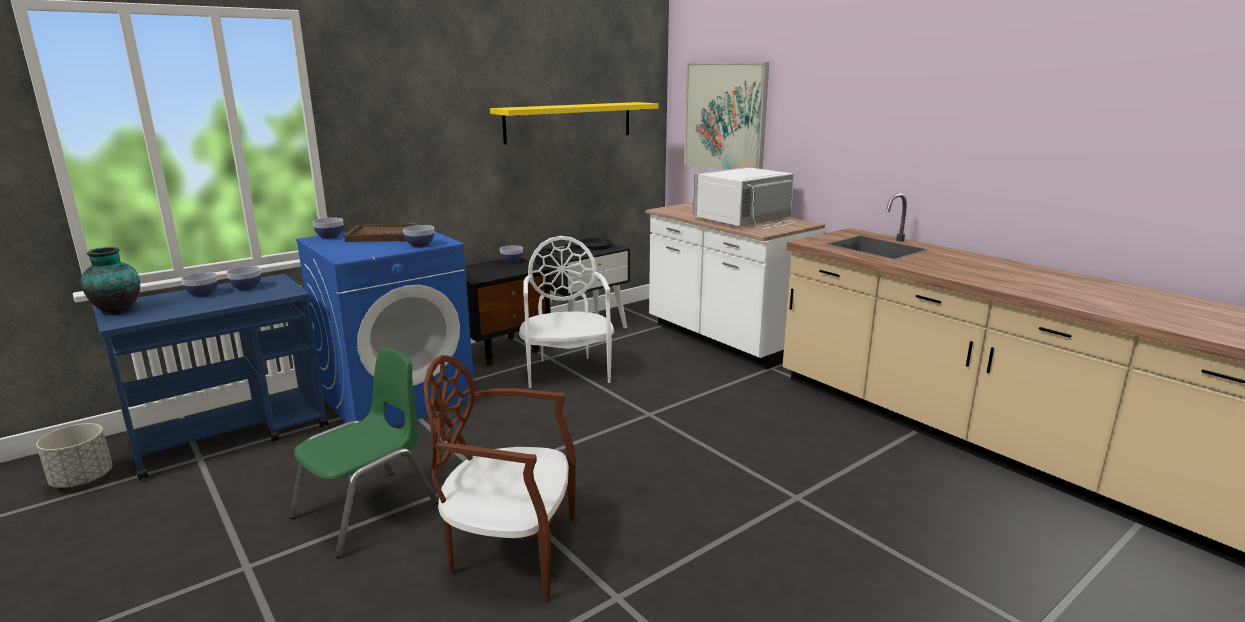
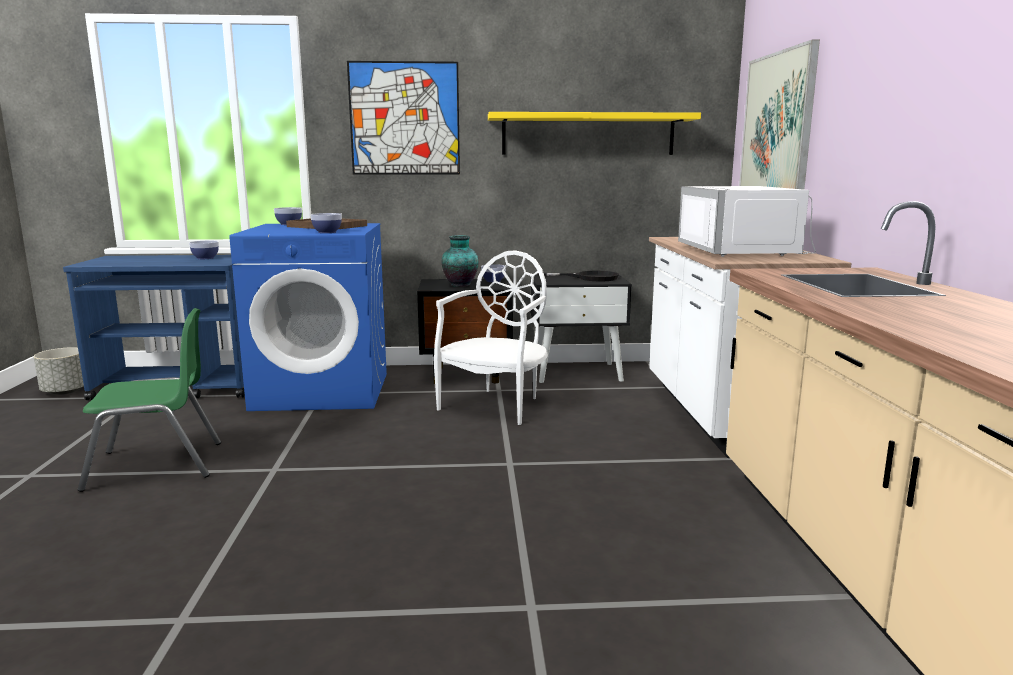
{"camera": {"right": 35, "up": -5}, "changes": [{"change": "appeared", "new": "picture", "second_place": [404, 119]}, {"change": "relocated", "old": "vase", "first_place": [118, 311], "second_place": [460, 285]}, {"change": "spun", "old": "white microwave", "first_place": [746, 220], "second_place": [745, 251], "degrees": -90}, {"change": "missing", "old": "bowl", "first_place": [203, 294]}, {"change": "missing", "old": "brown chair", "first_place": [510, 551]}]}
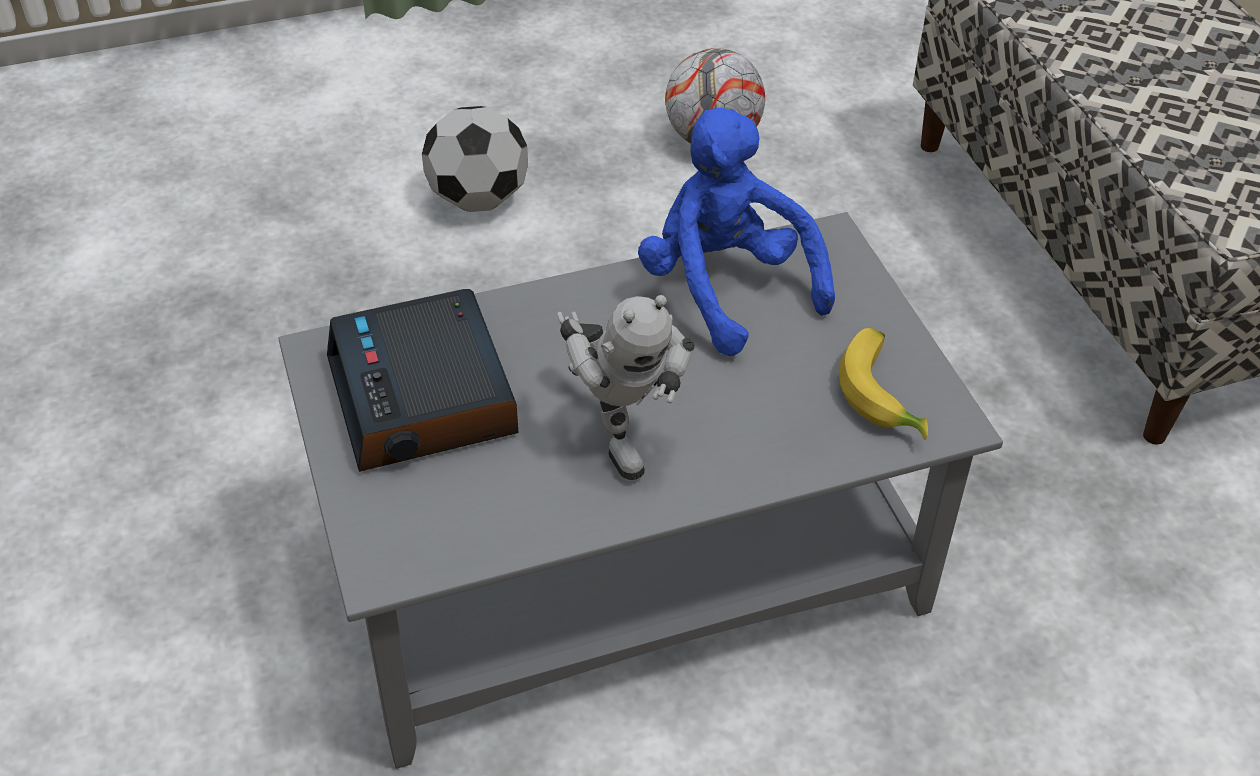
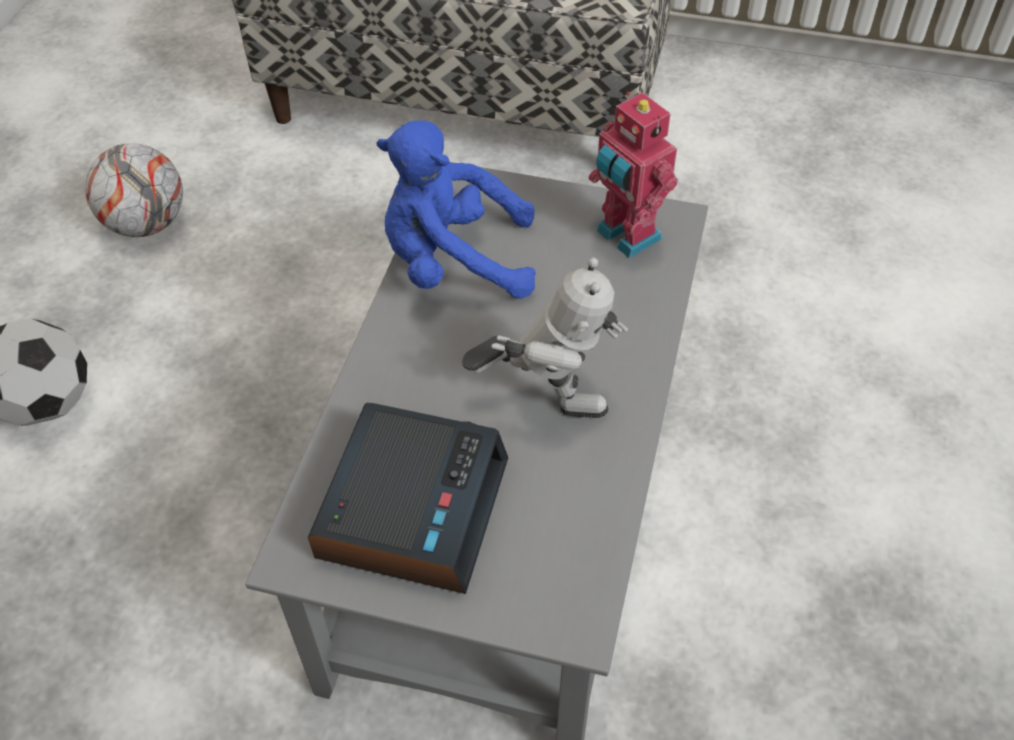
{"camera": {"right": -55, "up": 5}, "changes": [{"change": "spun", "old": "alarm clock", "first_place": [424, 397], "second_place": [412, 506], "degrees": -90}, {"change": "exchanged", "old": "banana", "new": "toy robot", "first_place": [885, 394], "second_place": [625, 236]}]}
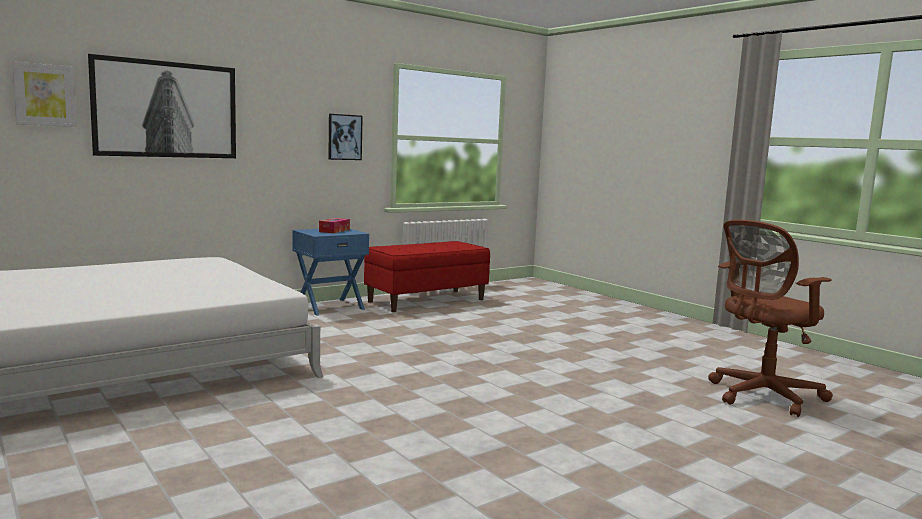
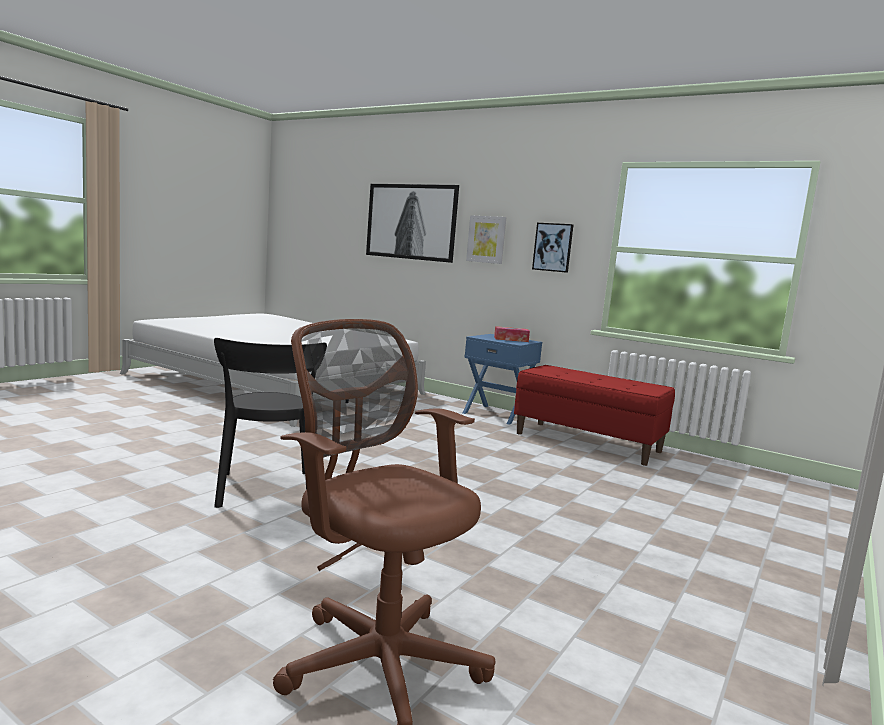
{"camera": {"right": 70, "up": 0}, "changes": [{"change": "appeared", "new": "black chair", "second_place": [265, 491]}, {"change": "relocated", "old": "picture", "first_place": [44, 95], "second_place": [486, 239]}]}
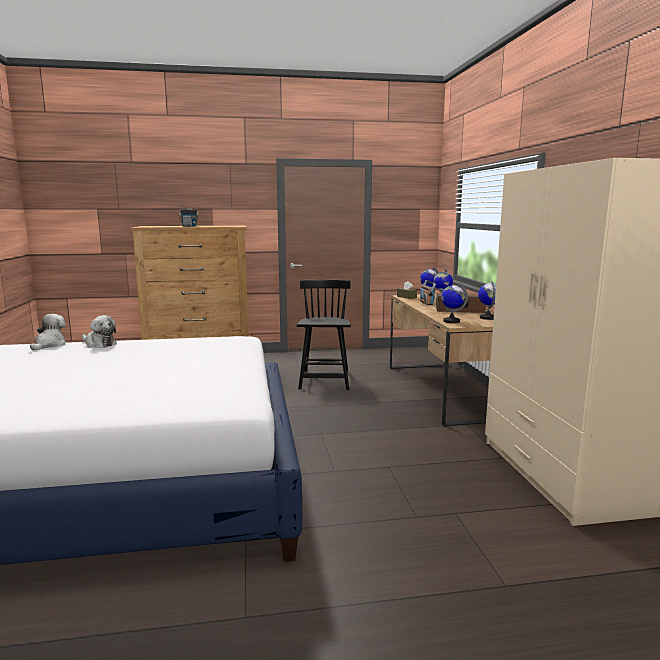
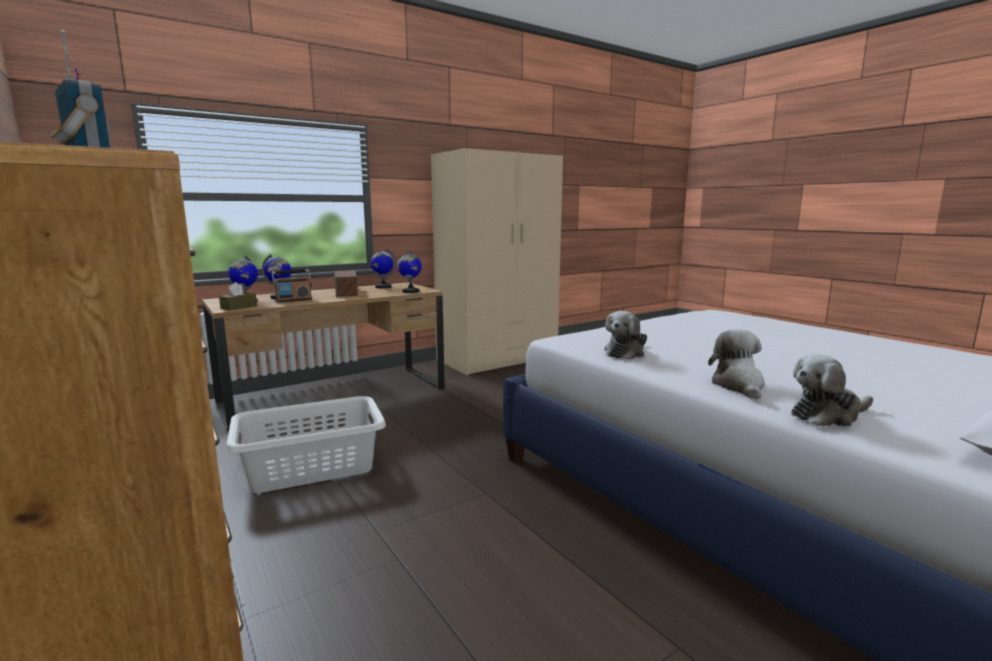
{"camera": {"right": -115, "up": 0}, "changes": [{"change": "exchanged", "old": "black chair", "new": "white laundry basket", "first_place": [325, 380], "second_place": [311, 467]}, {"change": "appeared", "new": "plush toy", "second_place": [625, 352]}]}
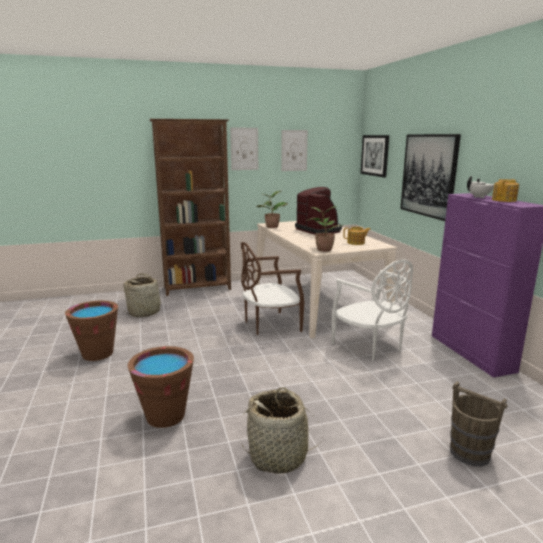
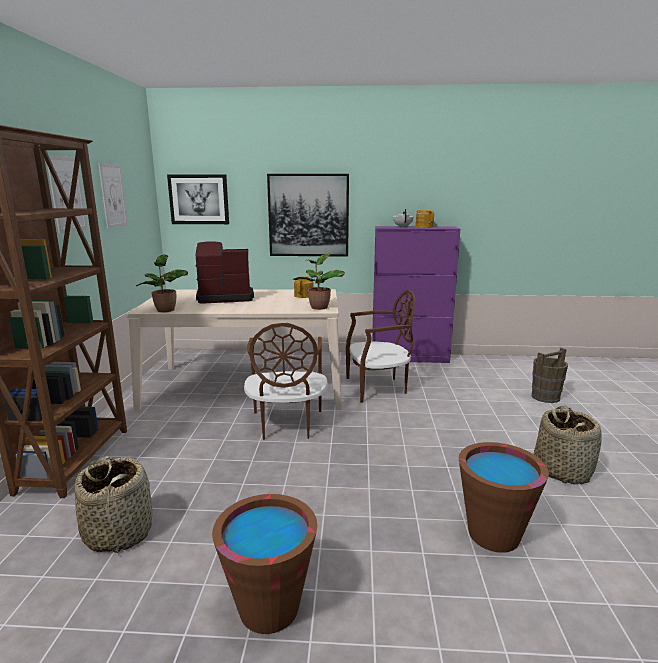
{"camera": {"right": -70, "up": 0}, "changes": [{"change": "colour", "old": "white chair", "new": "brown chair", "first_place": [370, 346], "second_place": [378, 388]}]}
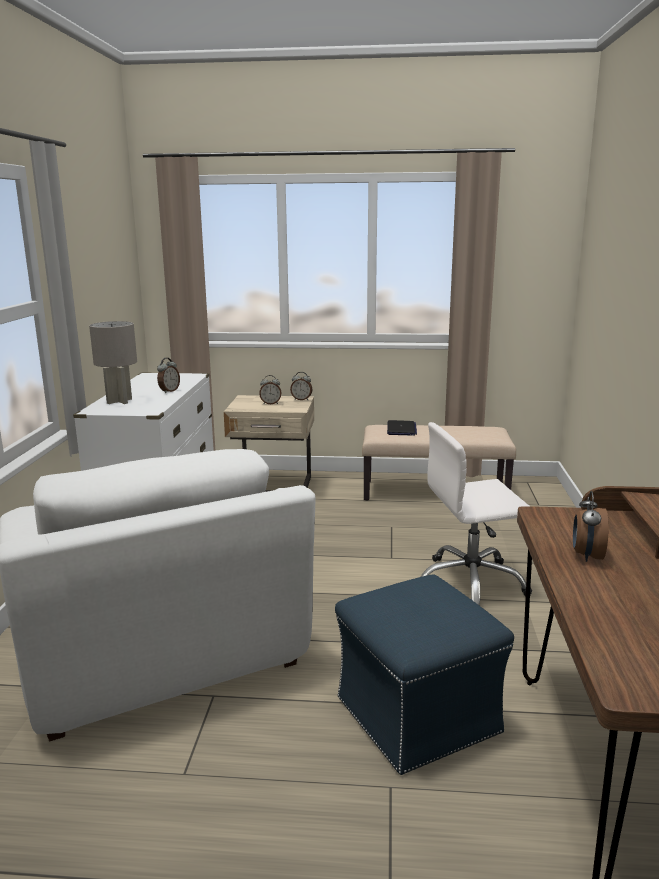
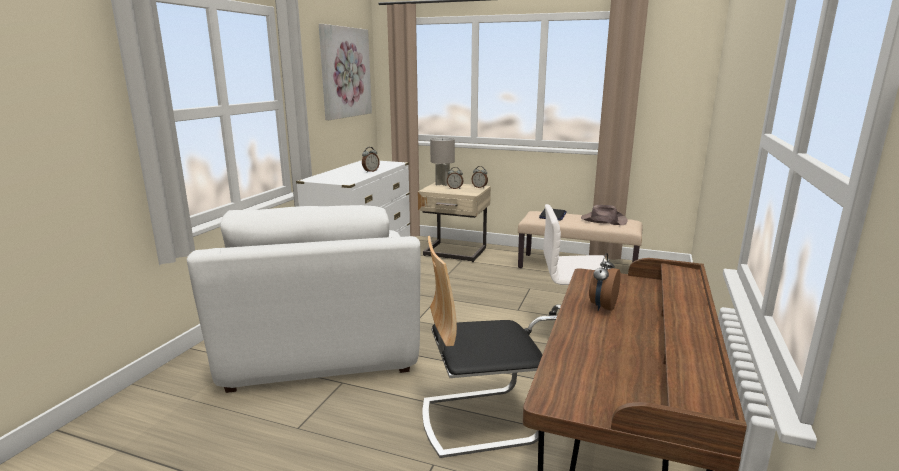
{"camera": {"right": 15, "up": 0}, "changes": [{"change": "appeared", "new": "picture", "second_place": [345, 72]}, {"change": "exchanged", "old": "blue ottoman", "new": "chair", "first_place": [416, 714], "second_place": [479, 419]}, {"change": "relocated", "old": "grey table lamp", "first_place": [119, 401], "second_place": [442, 184]}, {"change": "appeared", "new": "brown hat", "second_place": [603, 220]}]}
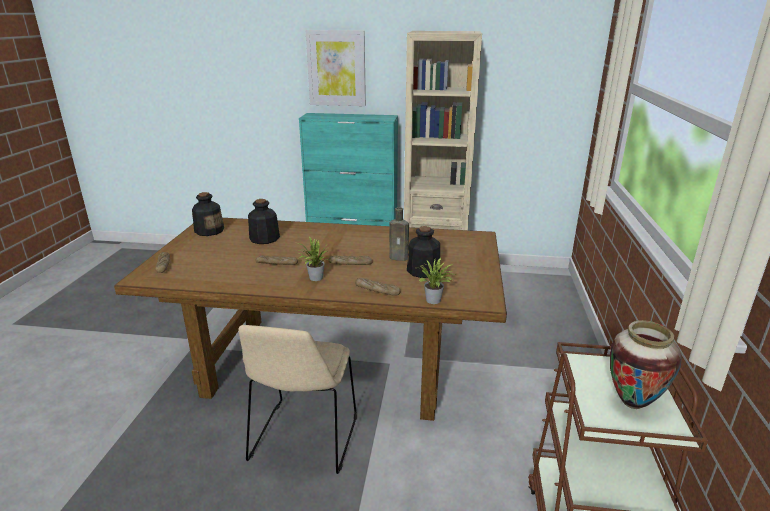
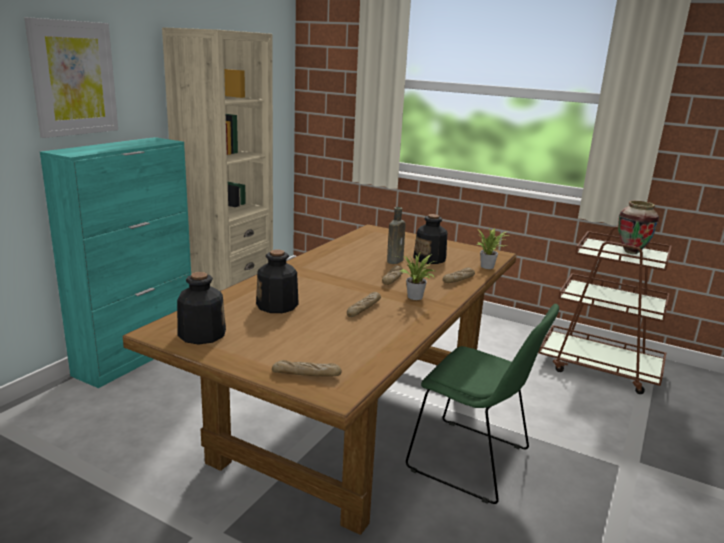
{"camera": {"right": -70, "up": -5}, "changes": [{"change": "colour", "old": "beige chair", "new": "green chair", "first_place": [304, 440], "second_place": [473, 461]}]}
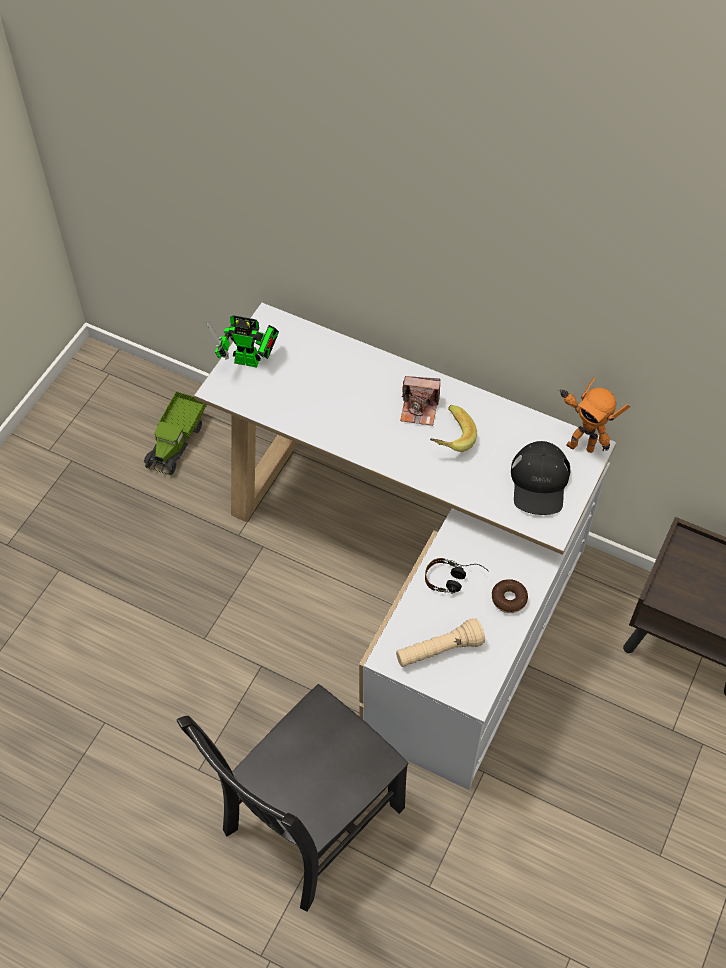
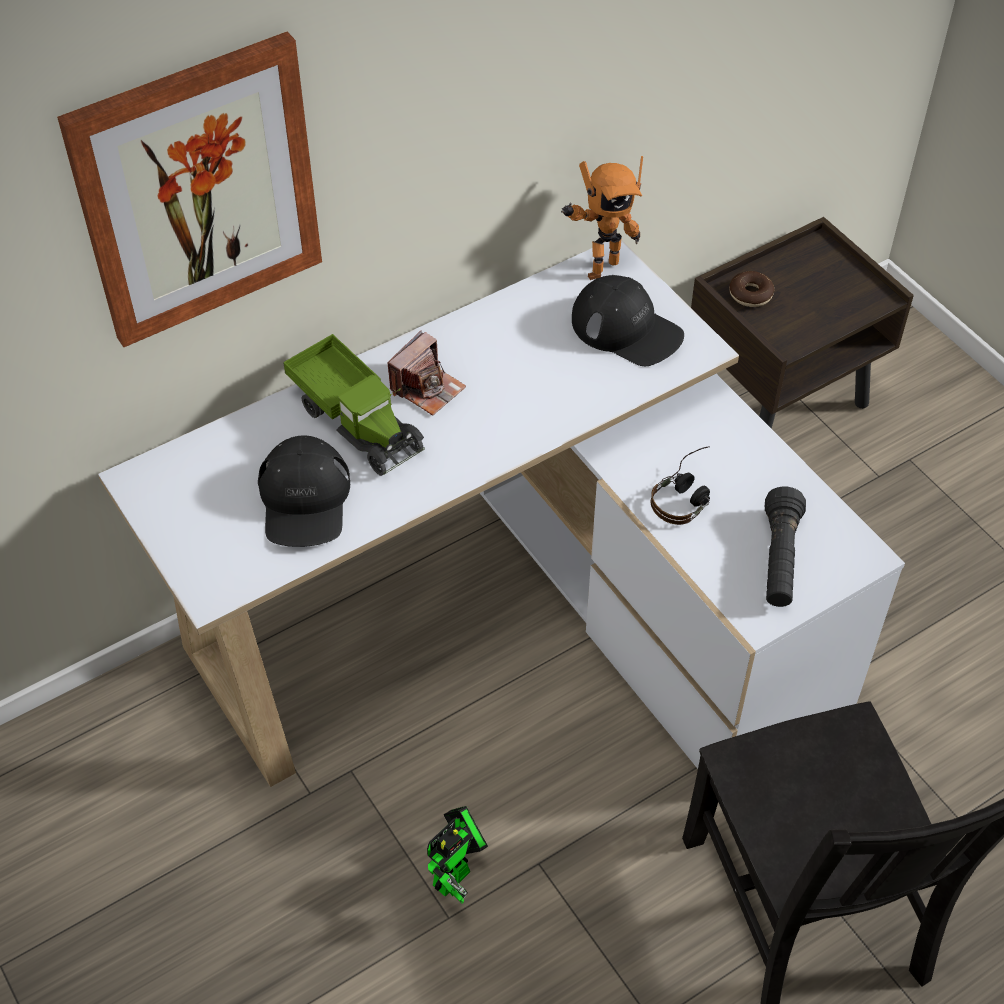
{"camera": {"right": -60, "up": -5}, "changes": [{"change": "appeared", "new": "picture", "second_place": [198, 191]}, {"change": "appeared", "new": "black cap", "second_place": [305, 500]}, {"change": "relocated", "old": "toy truck", "first_place": [177, 441], "second_place": [357, 421]}, {"change": "relocated", "old": "toy robot", "first_place": [251, 361], "second_place": [456, 874]}, {"change": "relocated", "old": "donut", "first_place": [509, 599], "second_place": [750, 294]}, {"change": "colour", "old": "beige flashlight", "new": "black flashlight", "first_place": [439, 650], "second_place": [779, 559]}, {"change": "missing", "old": "banana", "first_place": [448, 438]}]}
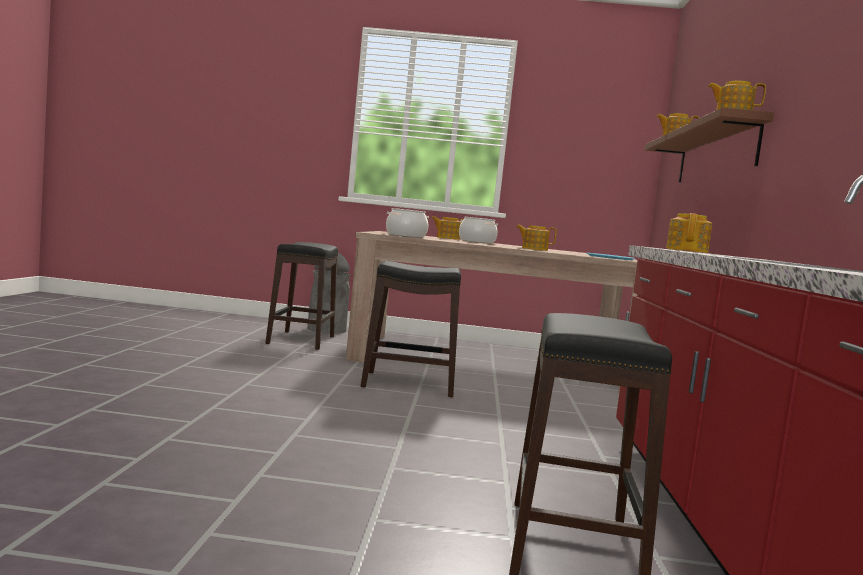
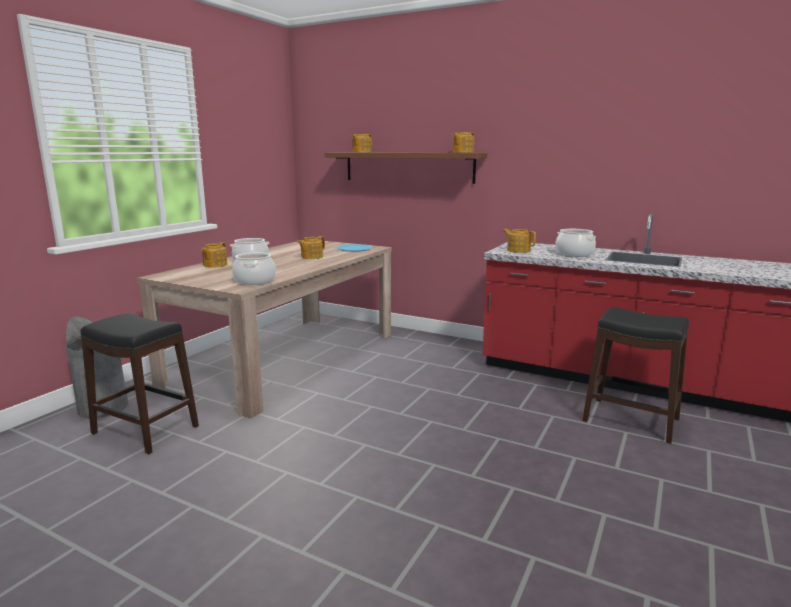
{"camera": {"right": -65, "up": 10}, "changes": [{"change": "appeared", "new": "cooking pot", "second_place": [574, 254]}, {"change": "missing", "old": "black stool", "first_place": [409, 384]}]}
